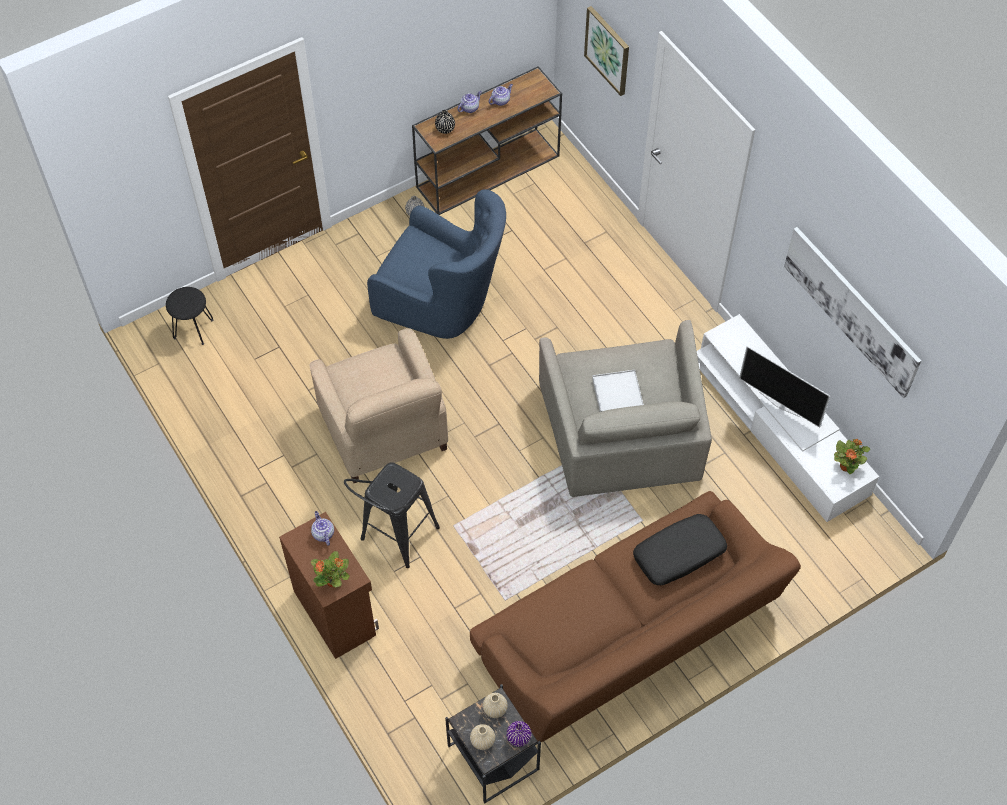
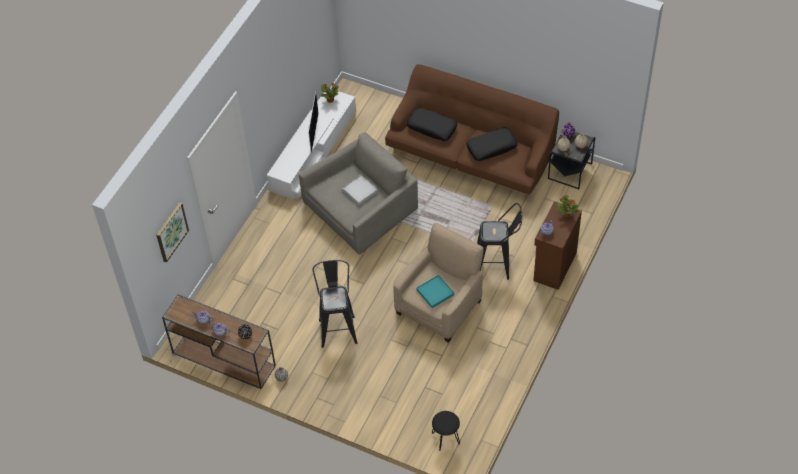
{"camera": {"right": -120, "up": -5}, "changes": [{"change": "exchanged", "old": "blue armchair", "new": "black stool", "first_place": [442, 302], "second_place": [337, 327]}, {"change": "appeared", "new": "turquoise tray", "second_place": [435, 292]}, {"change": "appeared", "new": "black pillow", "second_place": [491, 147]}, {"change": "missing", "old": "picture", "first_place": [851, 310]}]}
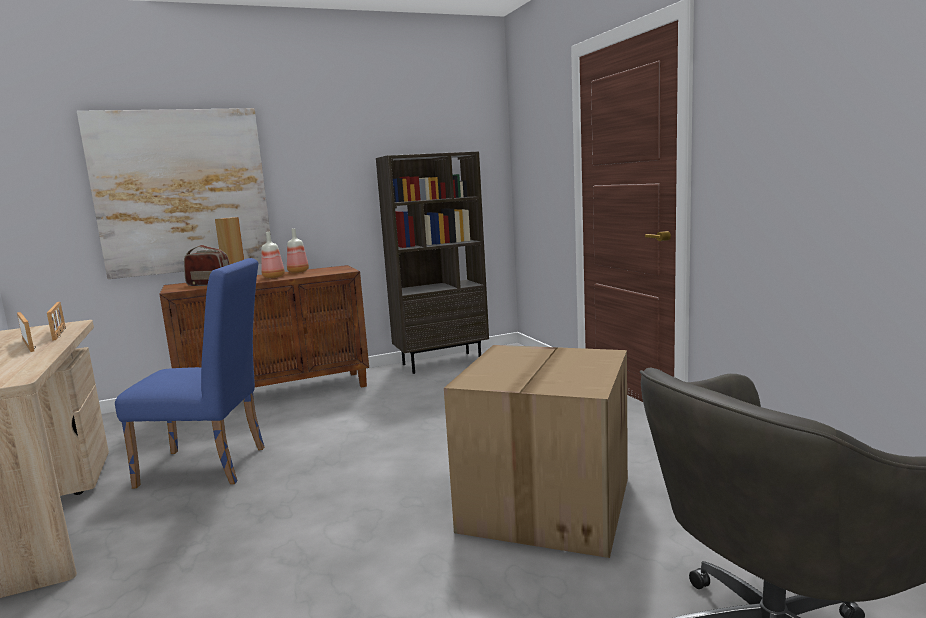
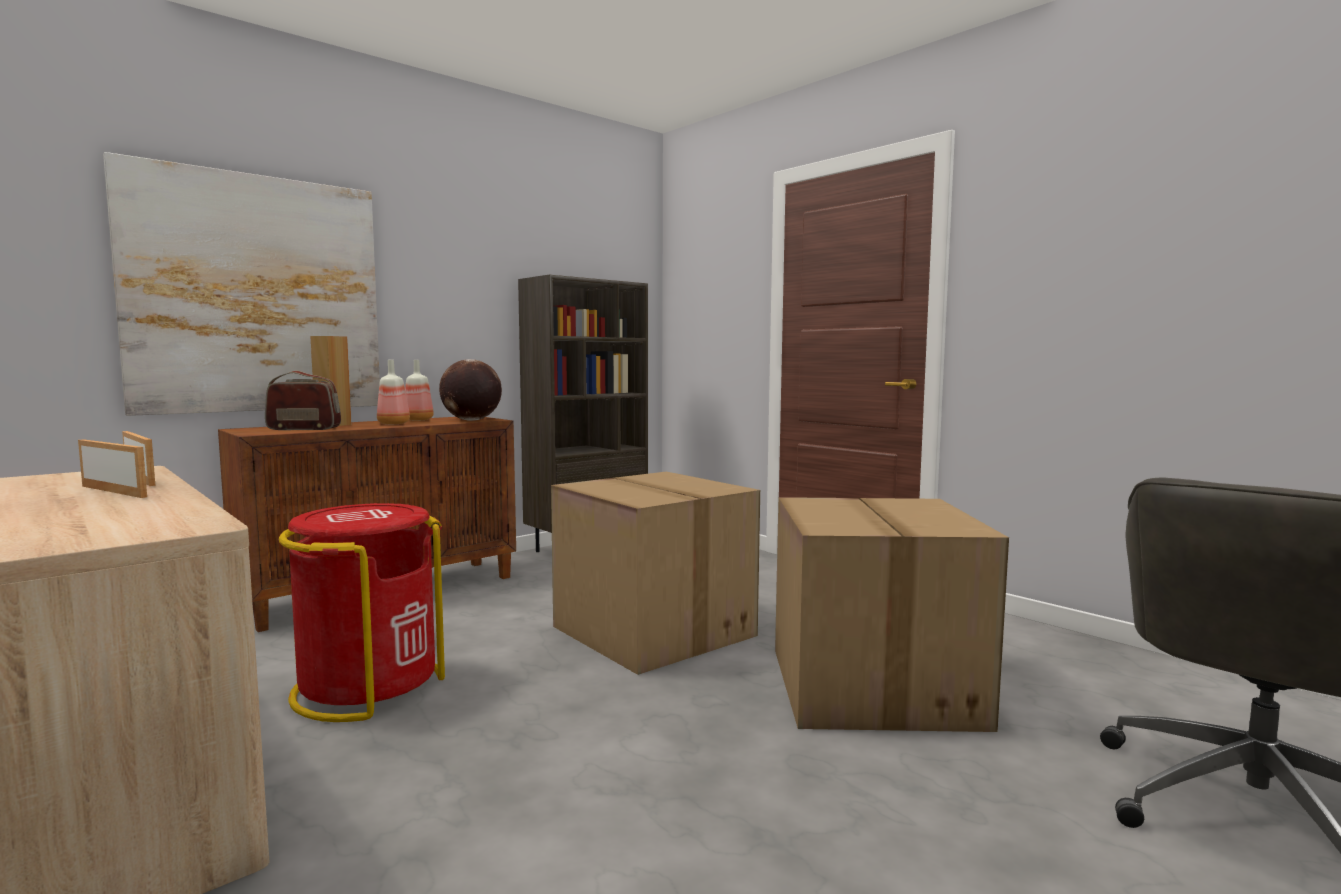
{"camera": {"right": -20, "up": -5}, "changes": [{"change": "exchanged", "old": "blue chair", "new": "red trash can", "first_place": [212, 466], "second_place": [367, 688]}, {"change": "appeared", "new": "globe", "second_place": [471, 420]}, {"change": "appeared", "new": "cardboard box", "second_place": [650, 631]}]}
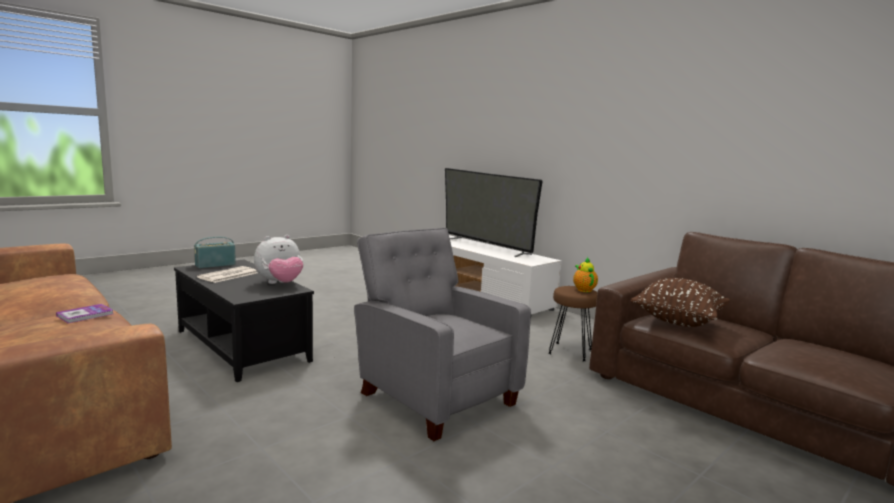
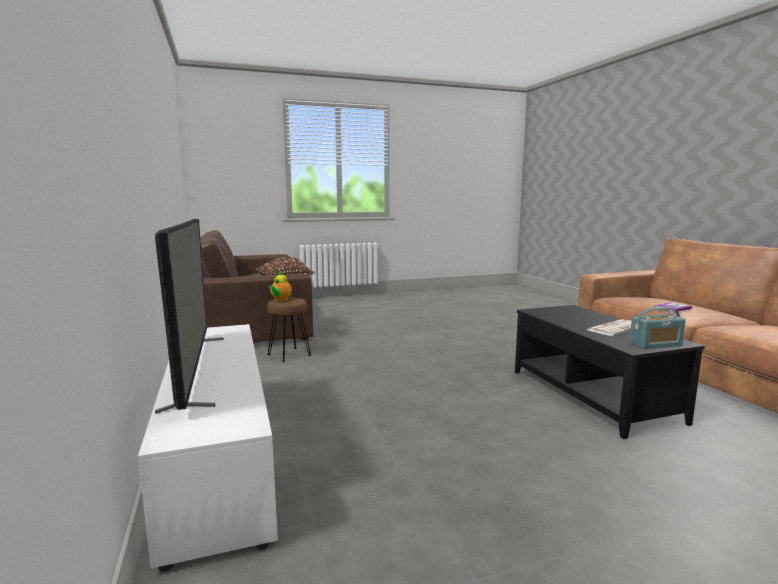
{"camera": {"right": -155, "up": 0}, "changes": [{"change": "missing", "old": "plush toy", "first_place": [280, 284]}, {"change": "missing", "old": "grey armchair", "first_place": [435, 396]}]}
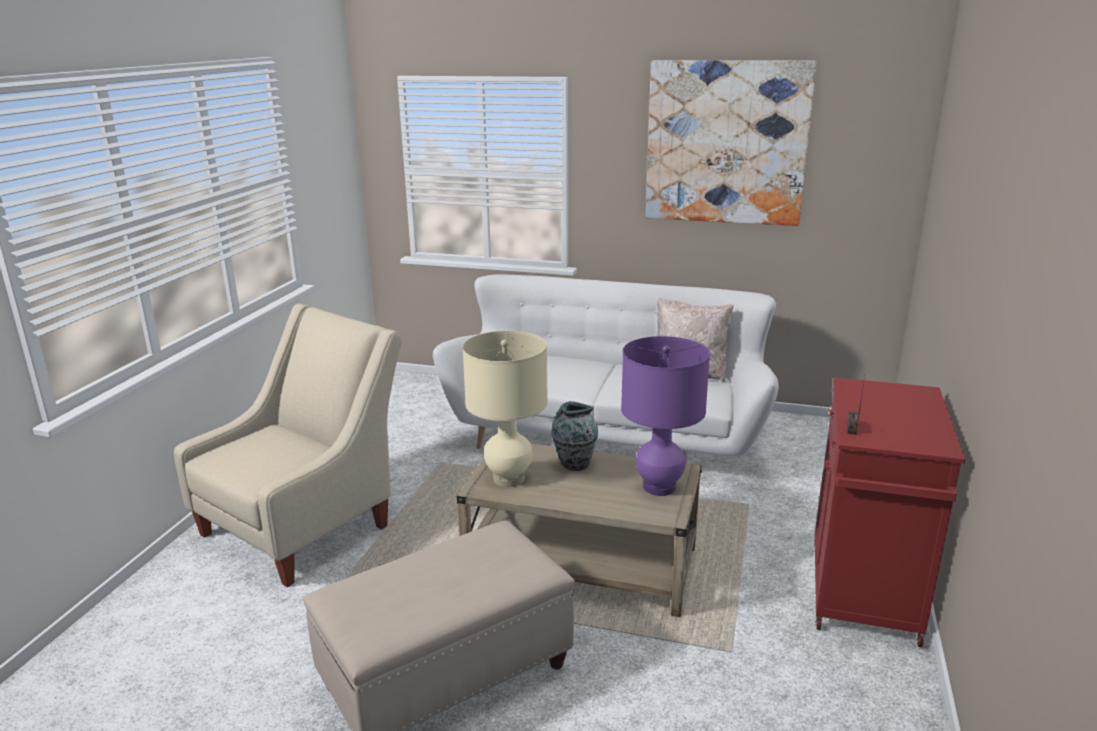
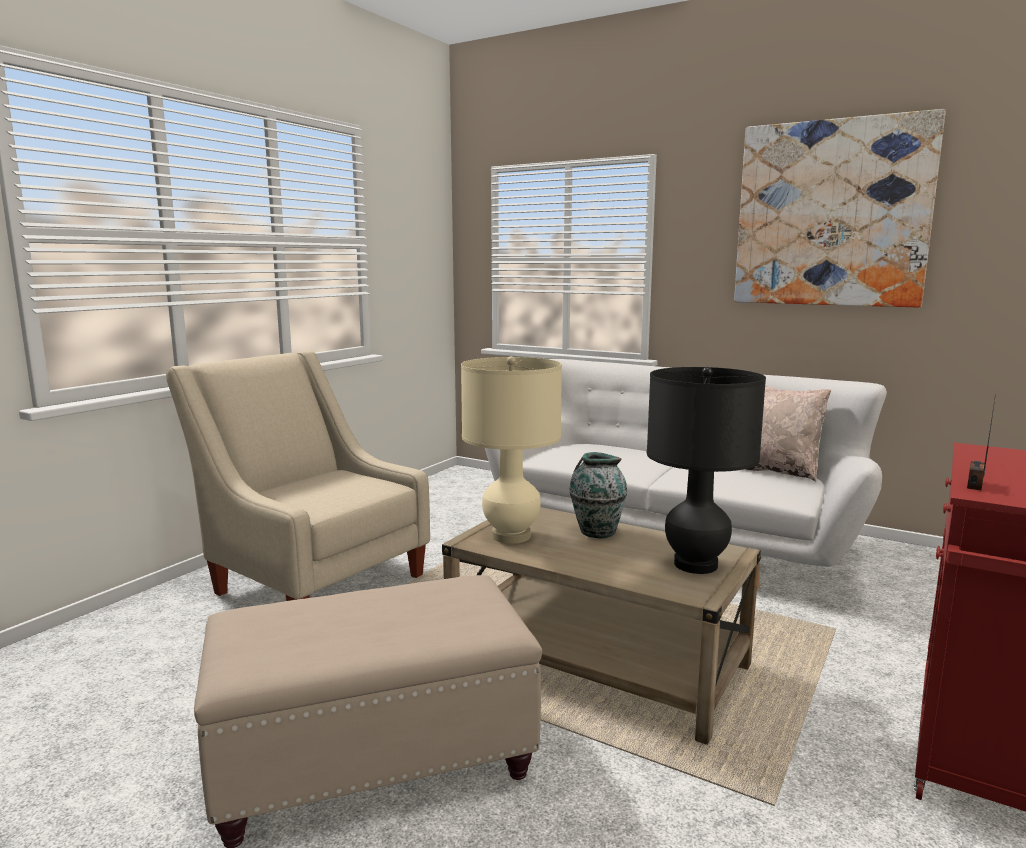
{"camera": {"right": 15, "up": -10}, "changes": [{"change": "spun", "old": "beige armchair", "first_place": [307, 524], "second_place": [311, 580], "degrees": -105}, {"change": "colour", "old": "purple table lamp", "new": "black table lamp", "first_place": [659, 487], "second_place": [695, 565]}]}
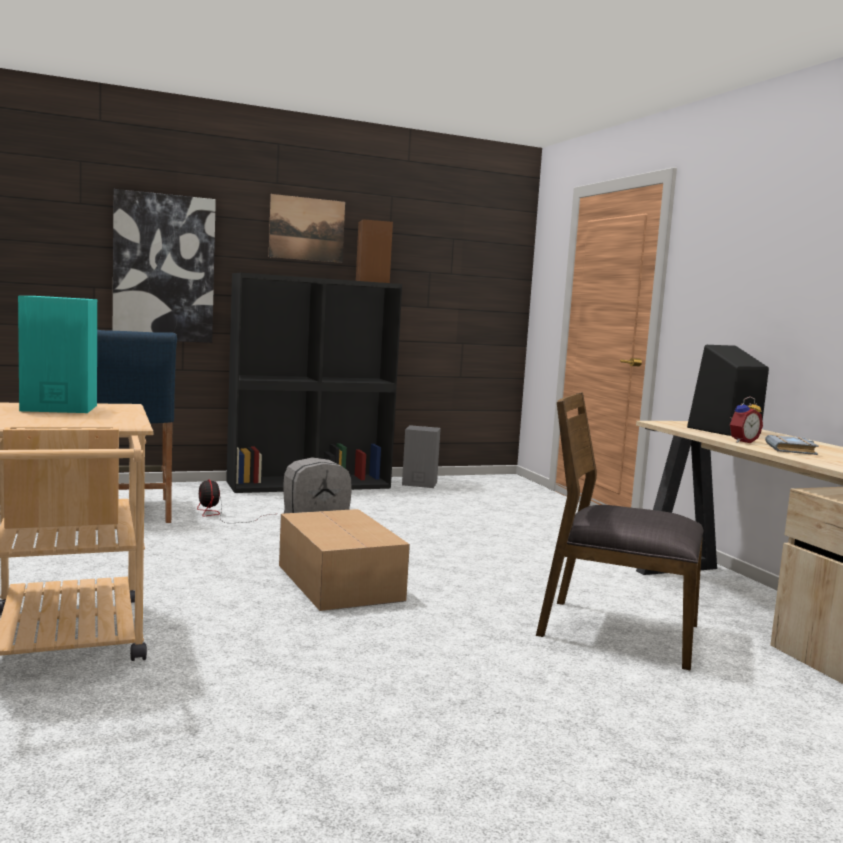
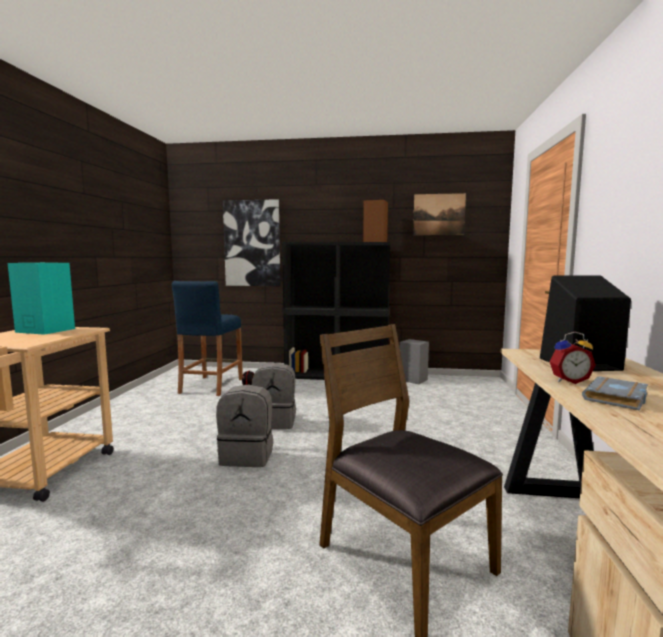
{"camera": {"right": 30, "up": 0}, "changes": [{"change": "exchanged", "old": "cardboard box", "new": "grey backpack", "first_place": [339, 581], "second_place": [247, 456]}, {"change": "relocated", "old": "picture", "first_place": [307, 229], "second_place": [439, 214]}]}
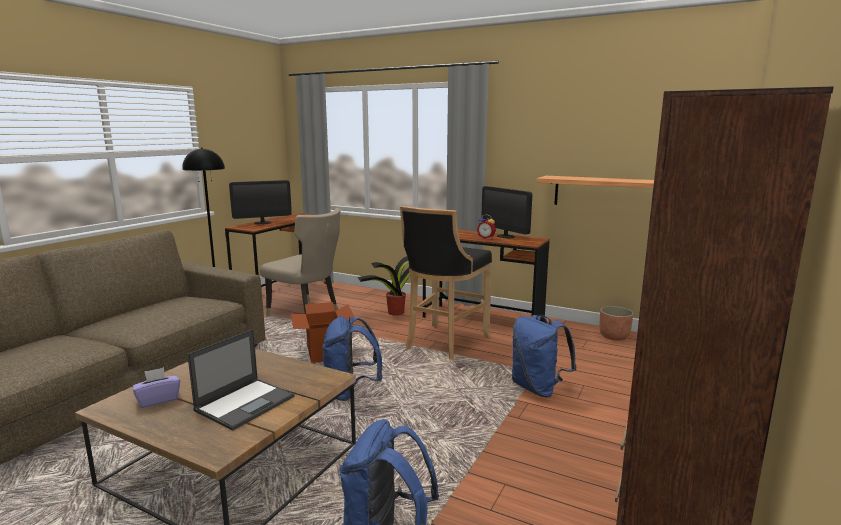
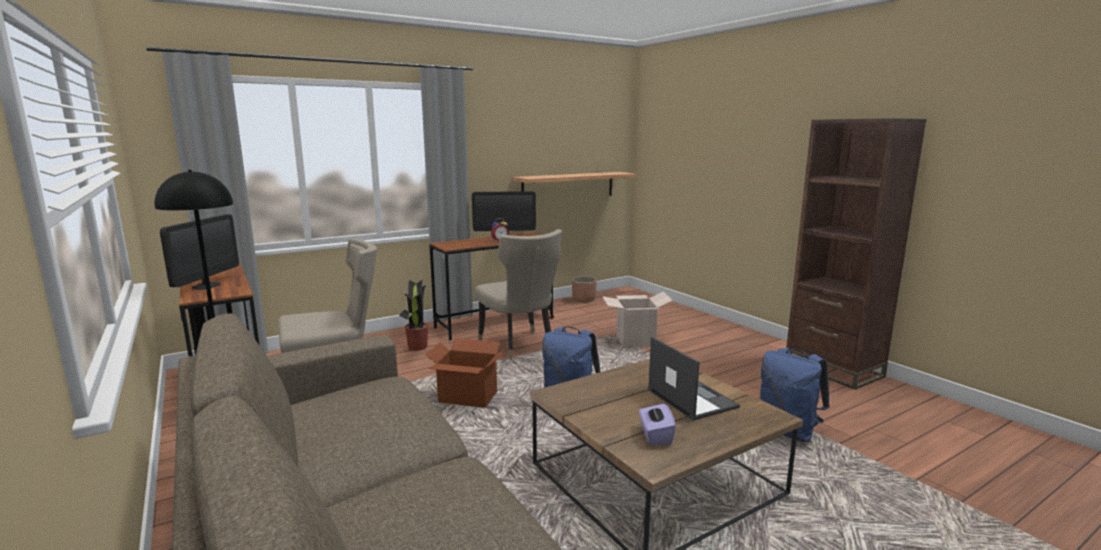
{"camera": {"right": -60, "up": 0}, "changes": [{"change": "exchanged", "old": "black stool", "new": "beige chair", "first_place": [444, 343], "second_place": [520, 347]}, {"change": "exchanged", "old": "blue backpack", "new": "cardboard box", "first_place": [538, 388], "second_place": [635, 341]}]}
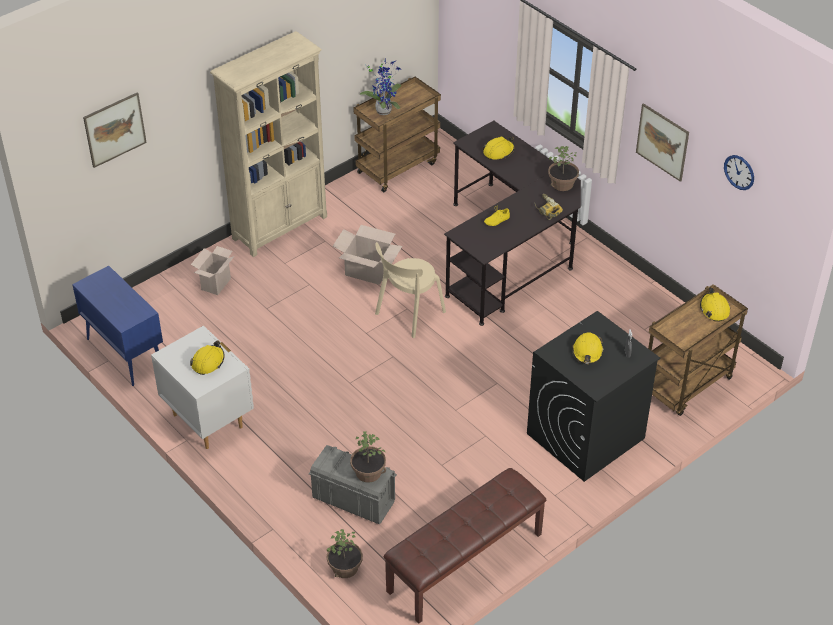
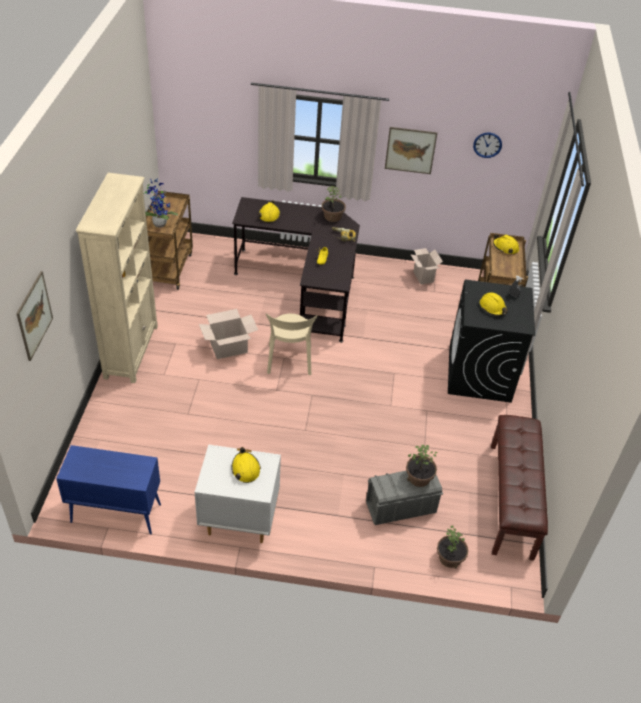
{"camera": {"right": -45, "up": 0}, "changes": [{"change": "relocated", "old": "cardboard box", "first_place": [215, 283], "second_place": [422, 276]}]}
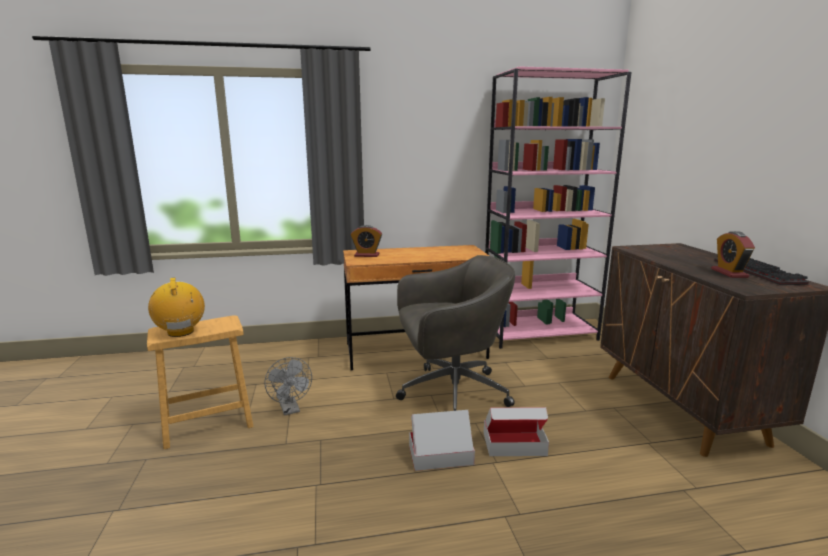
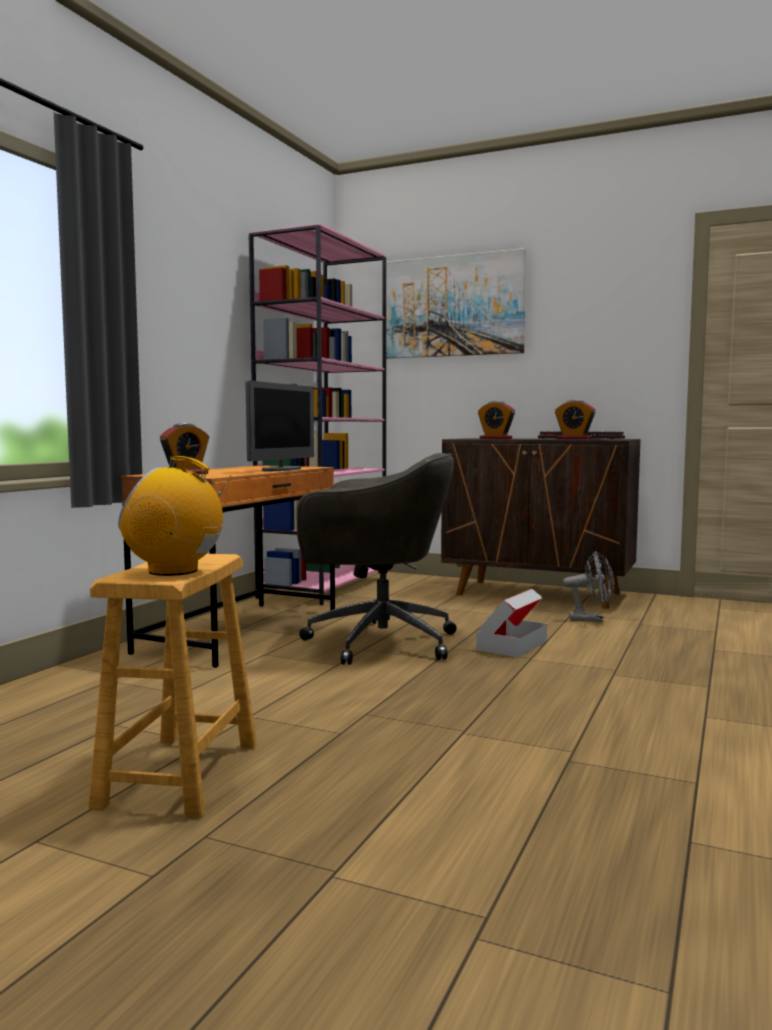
{"camera": {"right": -55, "up": -10}, "changes": [{"change": "appeared", "new": "monitor", "second_place": [282, 469]}, {"change": "spun", "old": "grey office chair", "first_place": [450, 393], "second_place": [376, 642], "degrees": 75}, {"change": "appeared", "new": "picture", "second_place": [453, 306]}, {"change": "appeared", "new": "alarm clock", "second_place": [495, 438]}, {"change": "relocated", "old": "grey fan", "first_place": [290, 410], "second_place": [591, 619]}, {"change": "missing", "old": "cardboard box", "first_place": [440, 455]}]}
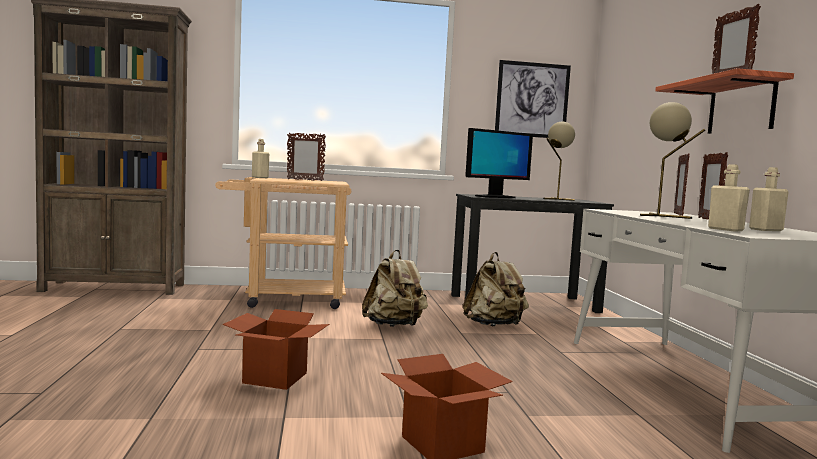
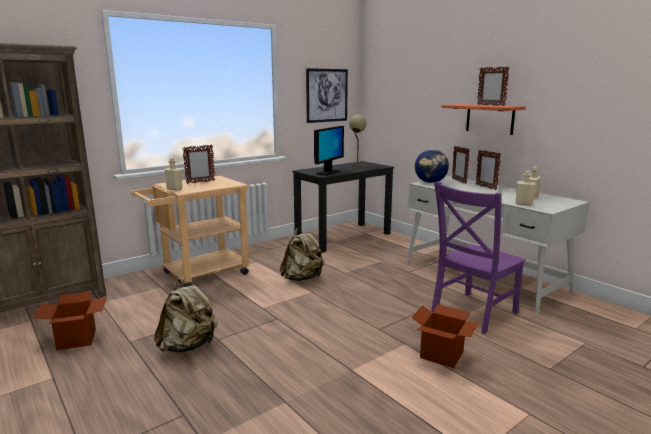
{"camera": {"right": -30, "up": 10}, "changes": [{"change": "relocated", "old": "cardboard box", "first_place": [275, 378], "second_place": [76, 339]}, {"change": "relocated", "old": "beige backpack", "first_place": [494, 325], "second_place": [188, 346]}, {"change": "appeared", "new": "globe", "second_place": [430, 182]}, {"change": "appeared", "new": "purple chair", "second_place": [472, 313]}, {"change": "missing", "old": "beige table lamp", "first_place": [662, 216]}]}
